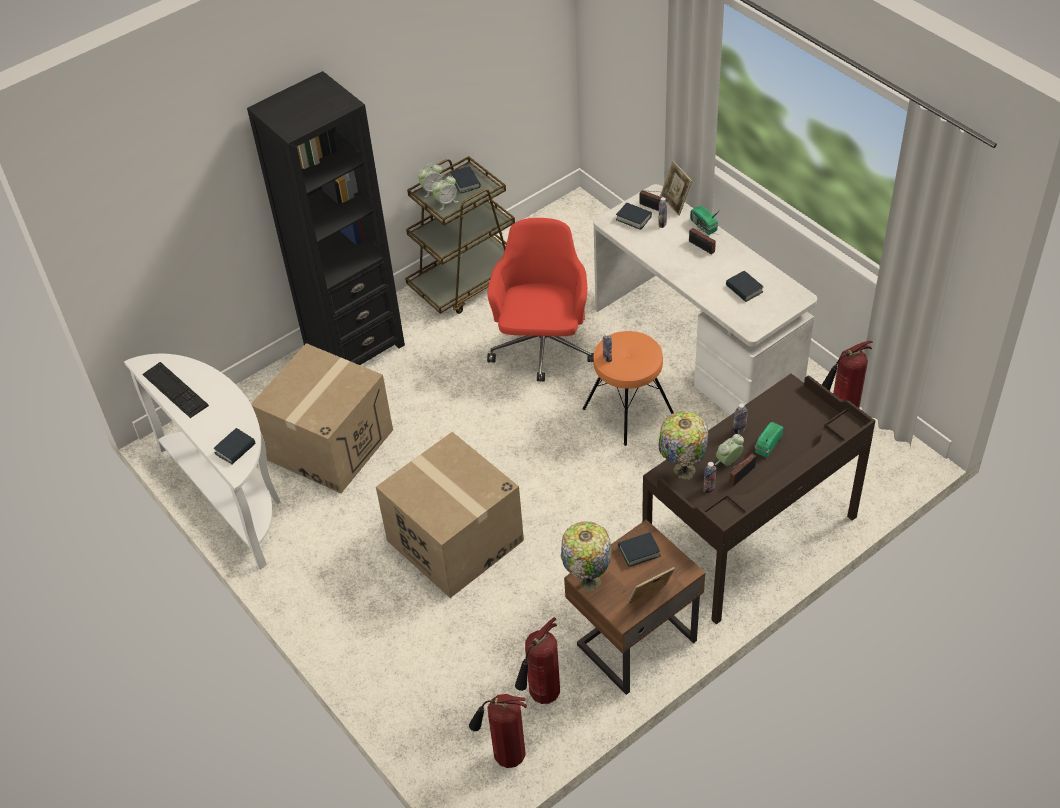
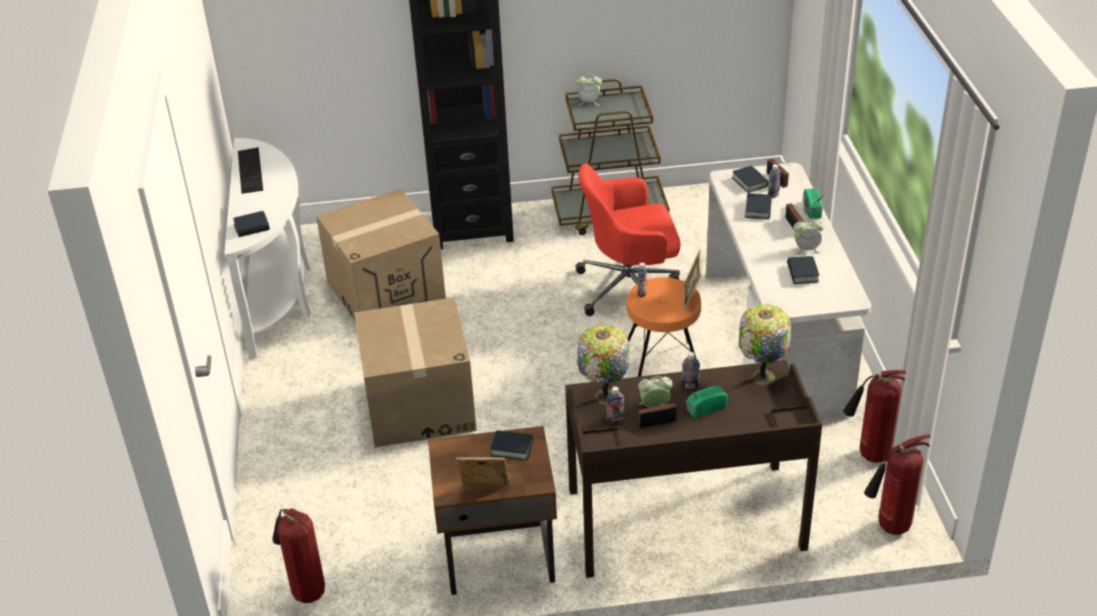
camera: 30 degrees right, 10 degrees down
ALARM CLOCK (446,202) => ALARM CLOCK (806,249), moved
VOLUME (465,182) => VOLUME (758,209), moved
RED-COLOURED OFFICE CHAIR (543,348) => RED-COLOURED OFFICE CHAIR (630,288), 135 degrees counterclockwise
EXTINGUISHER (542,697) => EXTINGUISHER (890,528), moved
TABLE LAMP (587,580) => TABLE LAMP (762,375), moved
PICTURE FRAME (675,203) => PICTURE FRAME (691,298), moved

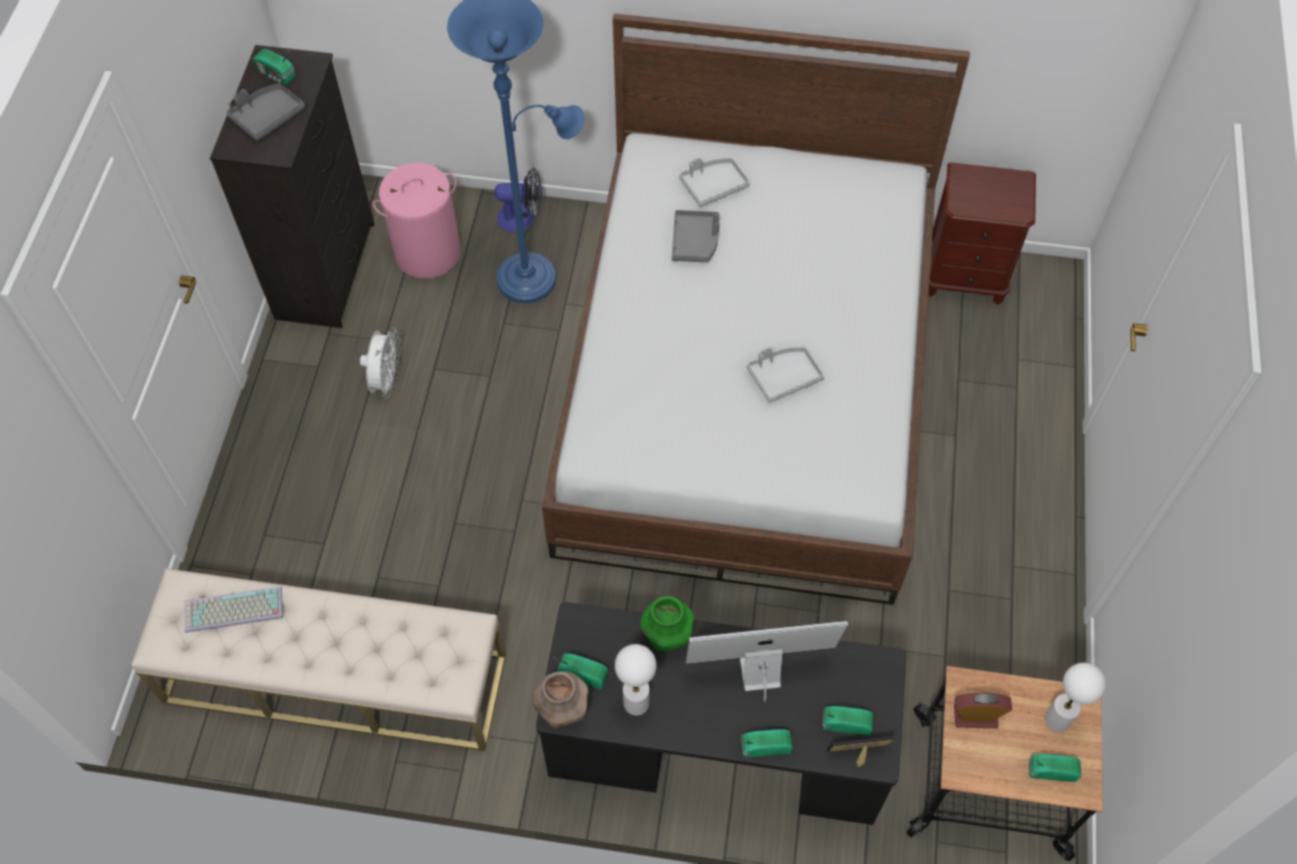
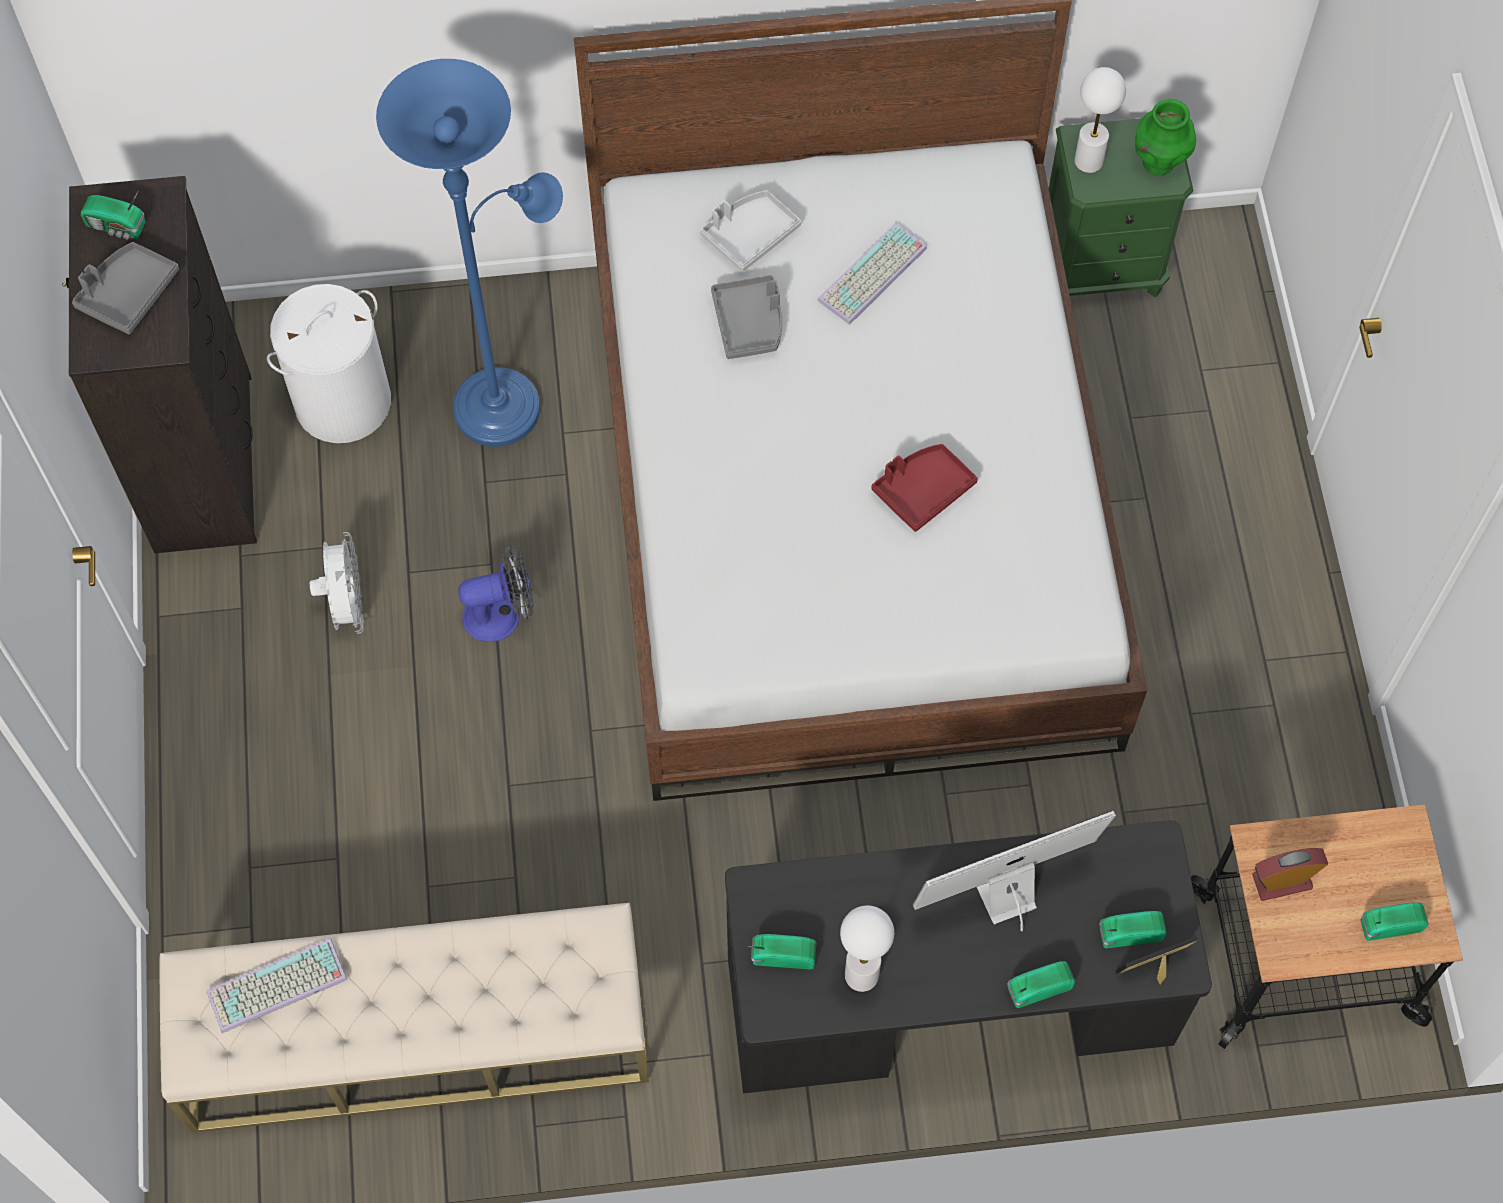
camera: 15 degrees left, 5 degrees up
PINKISH LAUNDRY BASKET (428,252) => WHITE-COLOURED LAUNDRY BASKET (343,401)
COOLING FAN (522,218) => COOLING FAN (502,614), moved
BROWN-COLOURED FLOWER VASE (563,712) => nothing
GREEN-COLOURED FLOWER VASE (667,639) => GREEN-COLOURED FLOWER VASE (1158,163), moved
GREYISH CARRYING TRAY (783,377) => RED-COLOURED CARRYING TRAY (922,490)
BROWN-COLOURED BEDSIDE TABLE (965,277) => GREEN-COLOURED BEDSIDE TABLE (1102,266)
WHITE-COLOURED TABLE LAMP (1057,719) => WHITE-COLOURED TABLE LAMP (1088,160), moved
nothing => PC KEYBOARD (873,276)

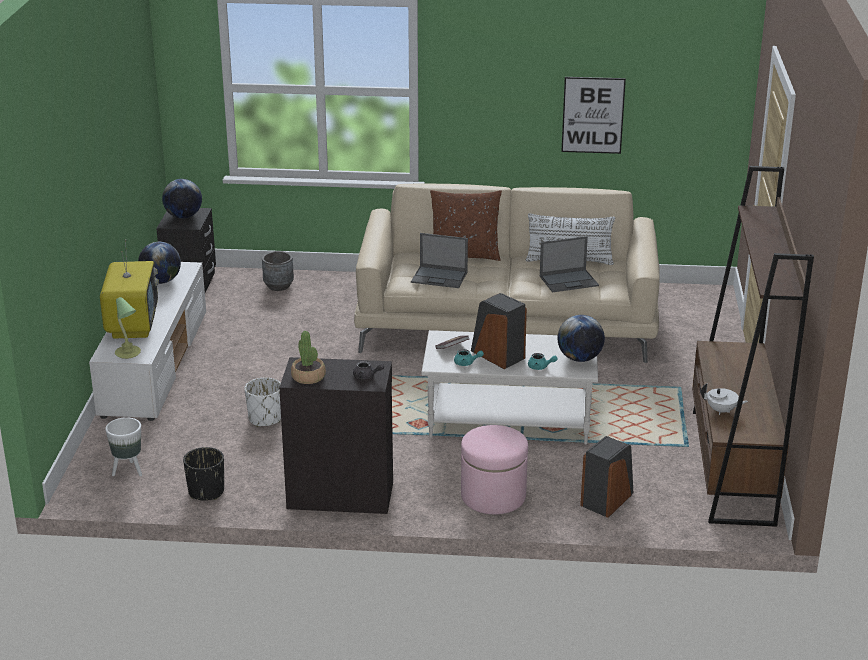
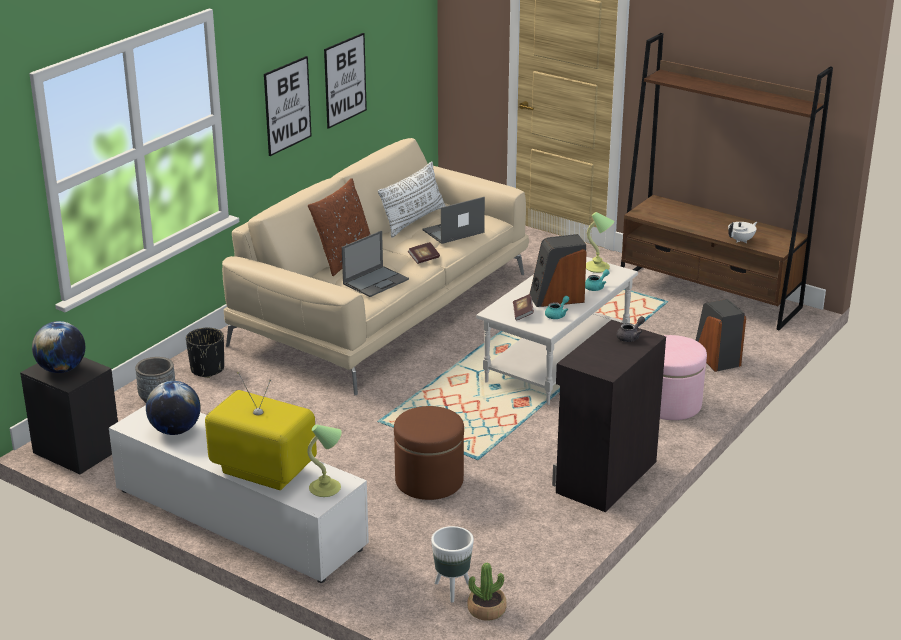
camera: 60 degrees left, 0 degrees up
BLACK PLANT POT (206,492) => BLACK PLANT POT (207,369), moved
WHITE-COLOURED PLANT POT (265,419) => BROWN-COLOURED OTTOMAN (429,481)
HOUSEPLANT (308,377) => HOUSEPLANT (486,610), moved
PORTABLE COMPUTER (569,281) => PORTABLE COMPUTER (452,231), 135 degrees counterclockwise
DESK GLOBE (579,358) => TABLE LAMP (598,268)
nothing => WALL ART (287,105)
nothing => VOLUME (424,259)

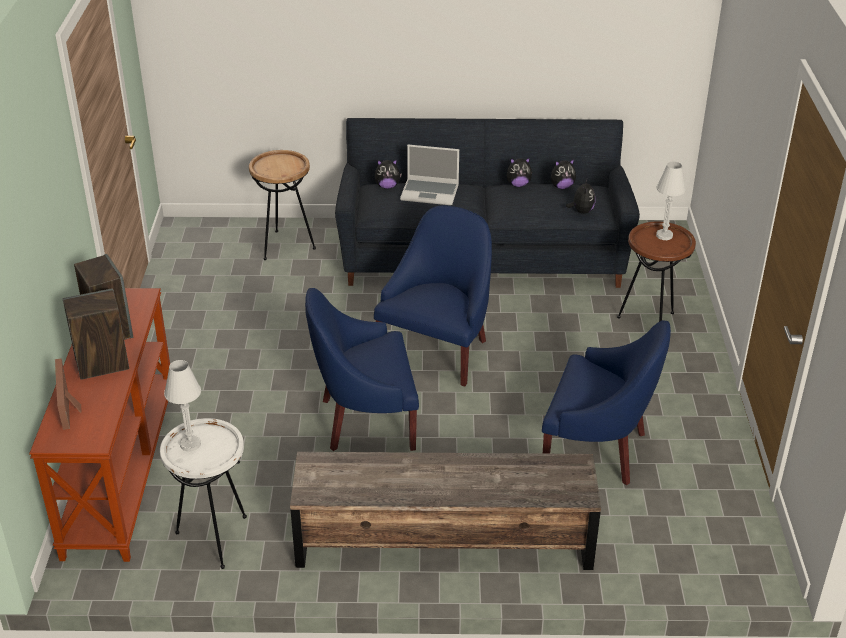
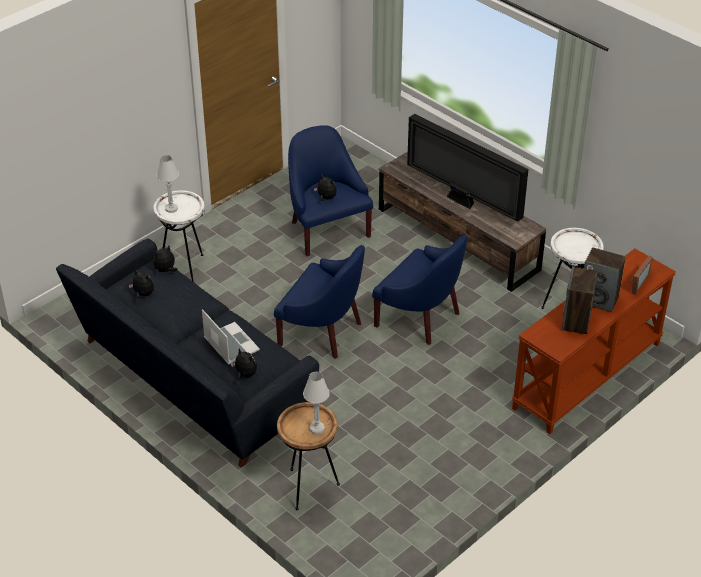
camera: 135 degrees left, 5 degrees up
WHITE-COLOURED TABLE LAMP (190,444) => WHITE-COLOURED TABLE LAMP (317,428), moved
BLUE ARMCHAIR (438,350) => BLUE ARMCHAIR (323,332), 135 degrees counterclockwise
CUDDLY TOY (518,185) => CUDDLY TOY (326,198), moved
BROWN-COLOURED SIDE TABLE (650,325) => WHITE-COLOURED SIDE TABLE (185,268)
nothing => TV SET (462,202)

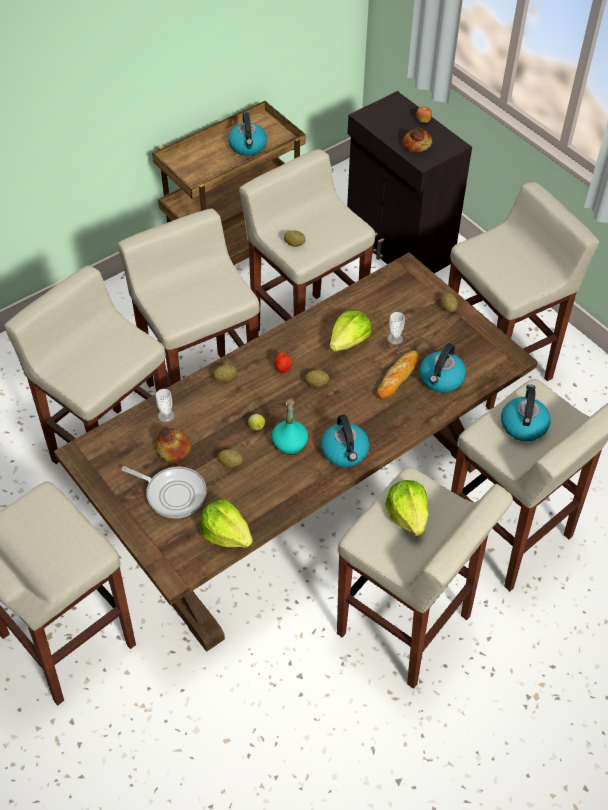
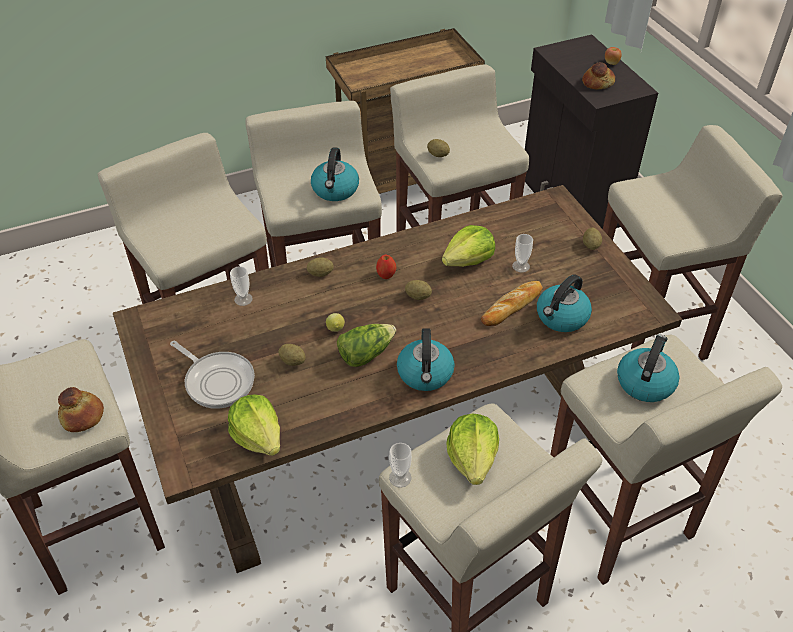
camera: 15 degrees right, 5 degrees down
BAKERY BREAD (173,449) => BAKERY BREAD (82,416), moved
WATER KETTLE (248,146) => WATER KETTLE (335,190), moved
BLUE-GREEN BEVERAGE BOTTLE (289,444) => HEAD OF LETTUCE (365,353)
nothing => CUP (400,478)

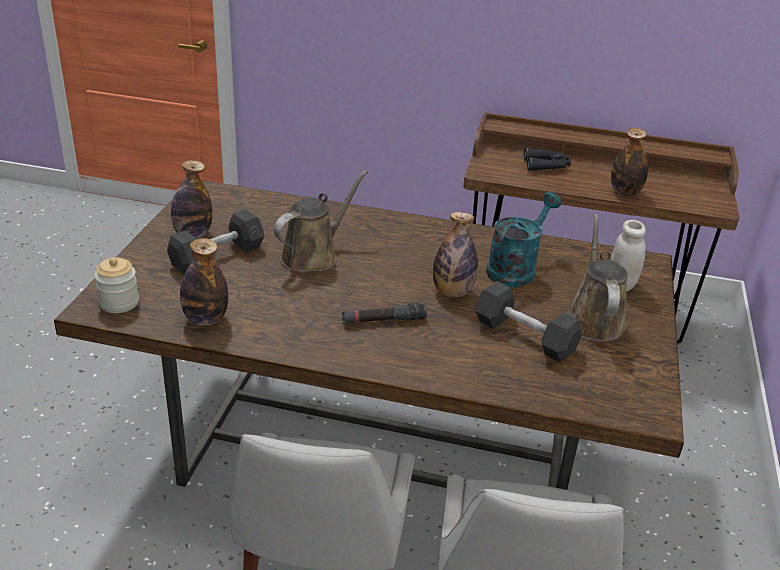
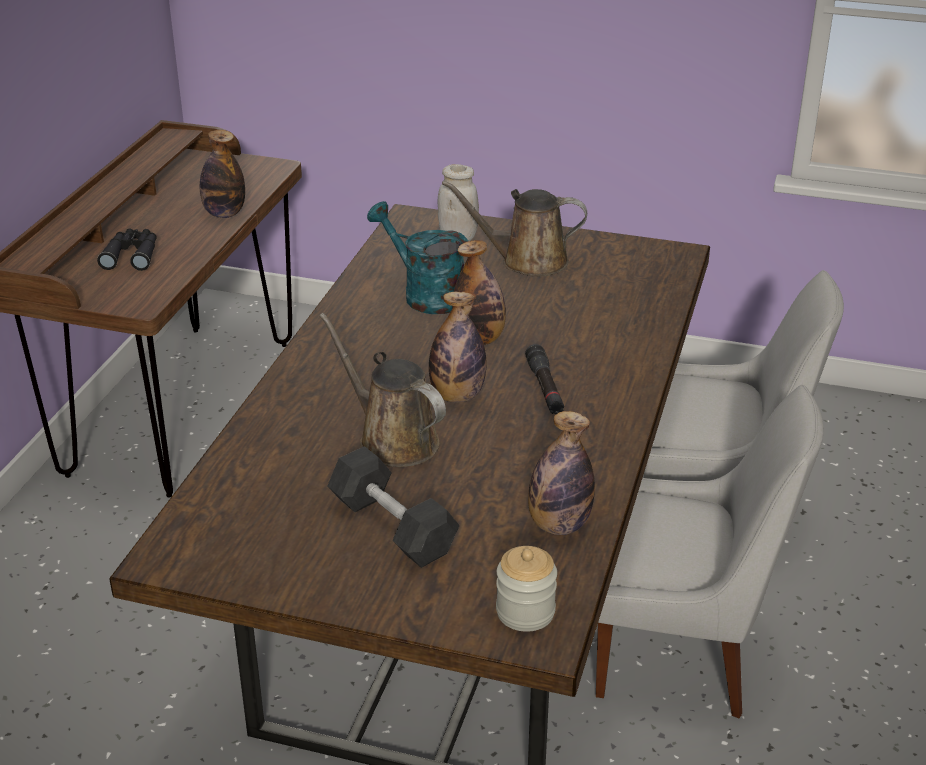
camera: 85 degrees left, 0 degrees up
BEVERAGE BOTTLE (192,235) => BEVERAGE BOTTLE (457,396), moved
GREYISH DUMBBELL (524,336) => nothing

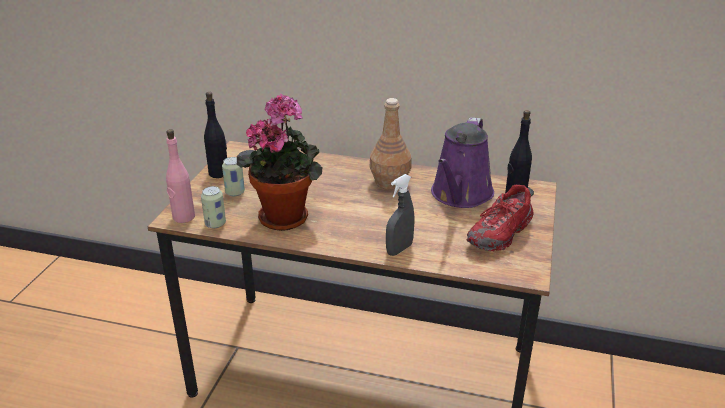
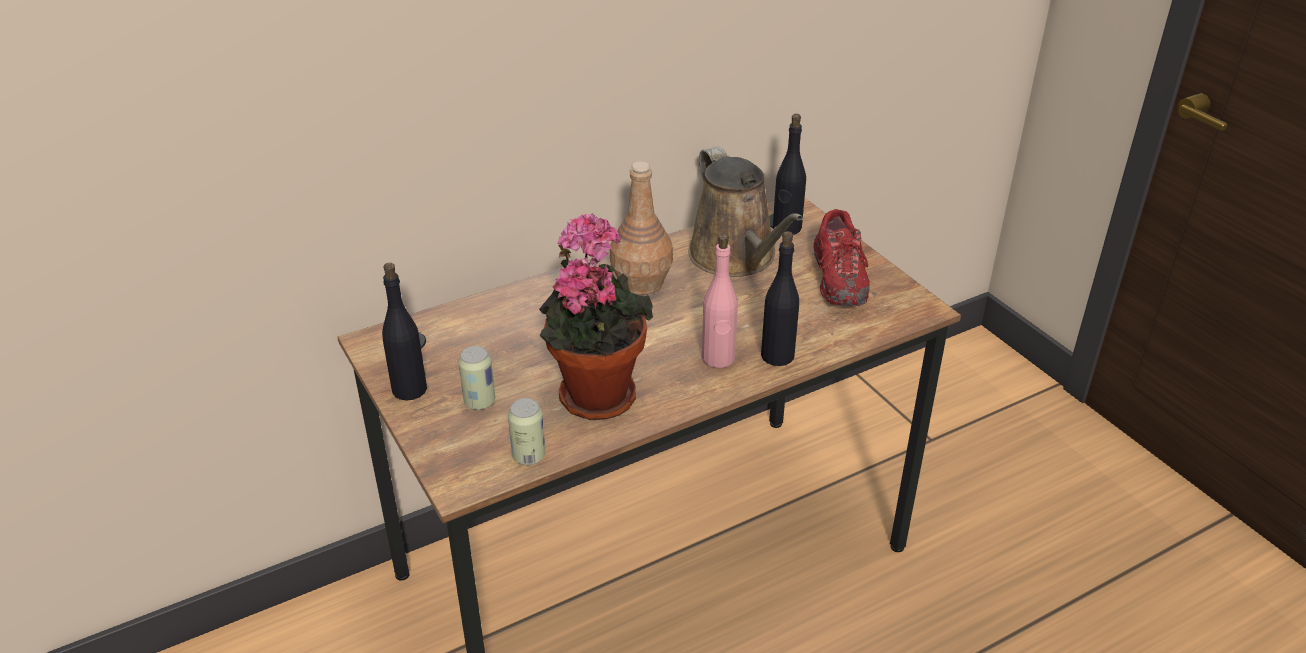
camera: 45 degrees left, 5 degrees up
PINKISH BEVERAGE BOTTLE (183,217) => PINKISH BEVERAGE BOTTLE (718,358), moved
GREYISH SPRAY BOTTLE (399,249) => BLACK BEVERAGE BOTTLE (777,355)
PURPLISH SPRINKLING CAN (460,195) => BROWN-COLOURED SPRINKLING CAN (736,257)

